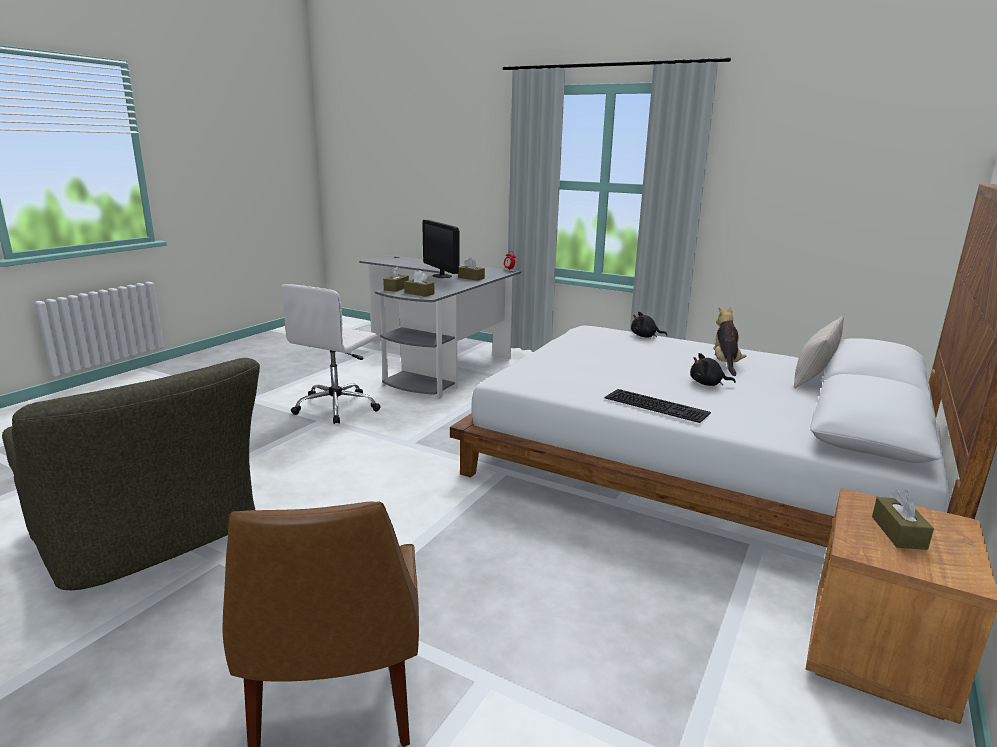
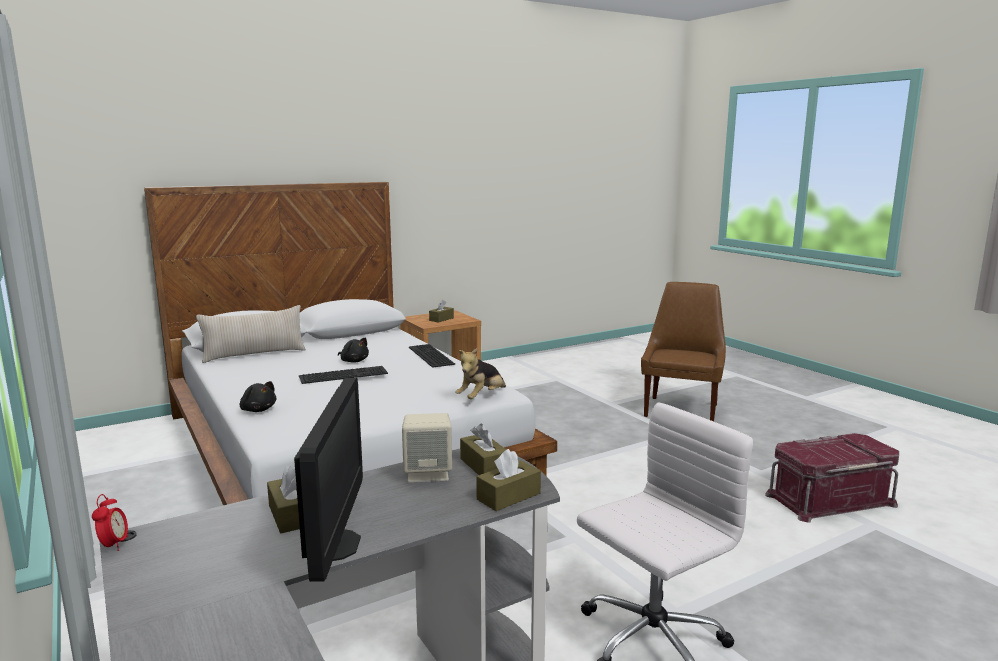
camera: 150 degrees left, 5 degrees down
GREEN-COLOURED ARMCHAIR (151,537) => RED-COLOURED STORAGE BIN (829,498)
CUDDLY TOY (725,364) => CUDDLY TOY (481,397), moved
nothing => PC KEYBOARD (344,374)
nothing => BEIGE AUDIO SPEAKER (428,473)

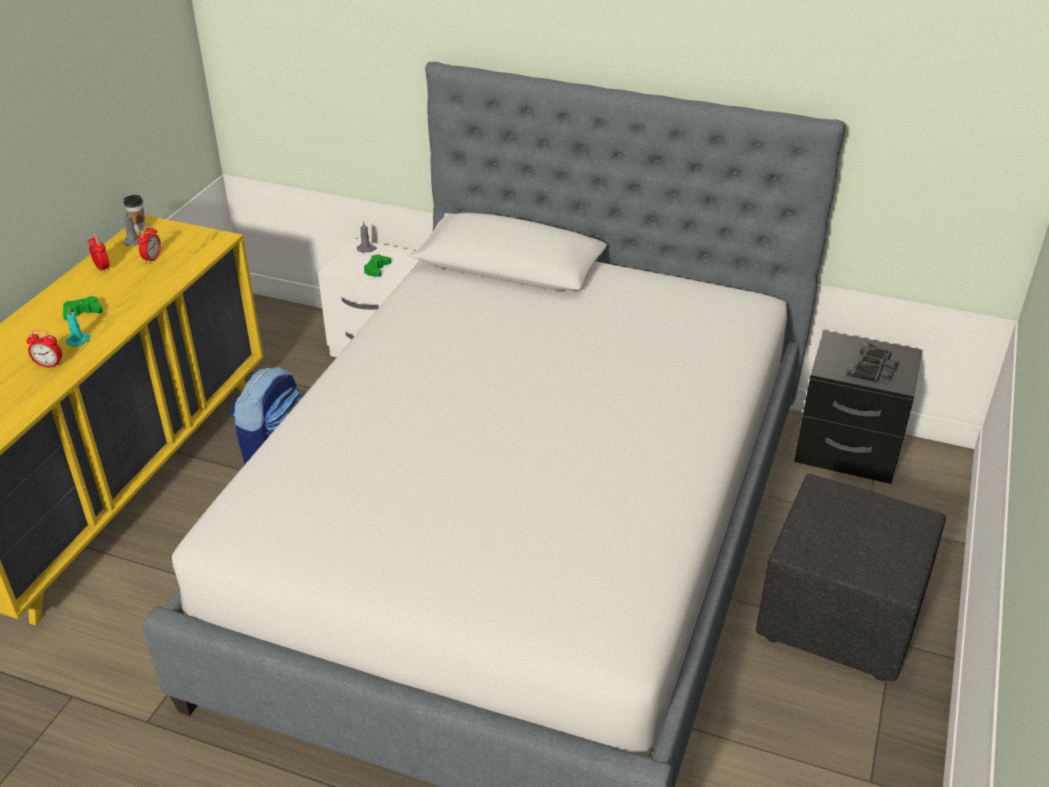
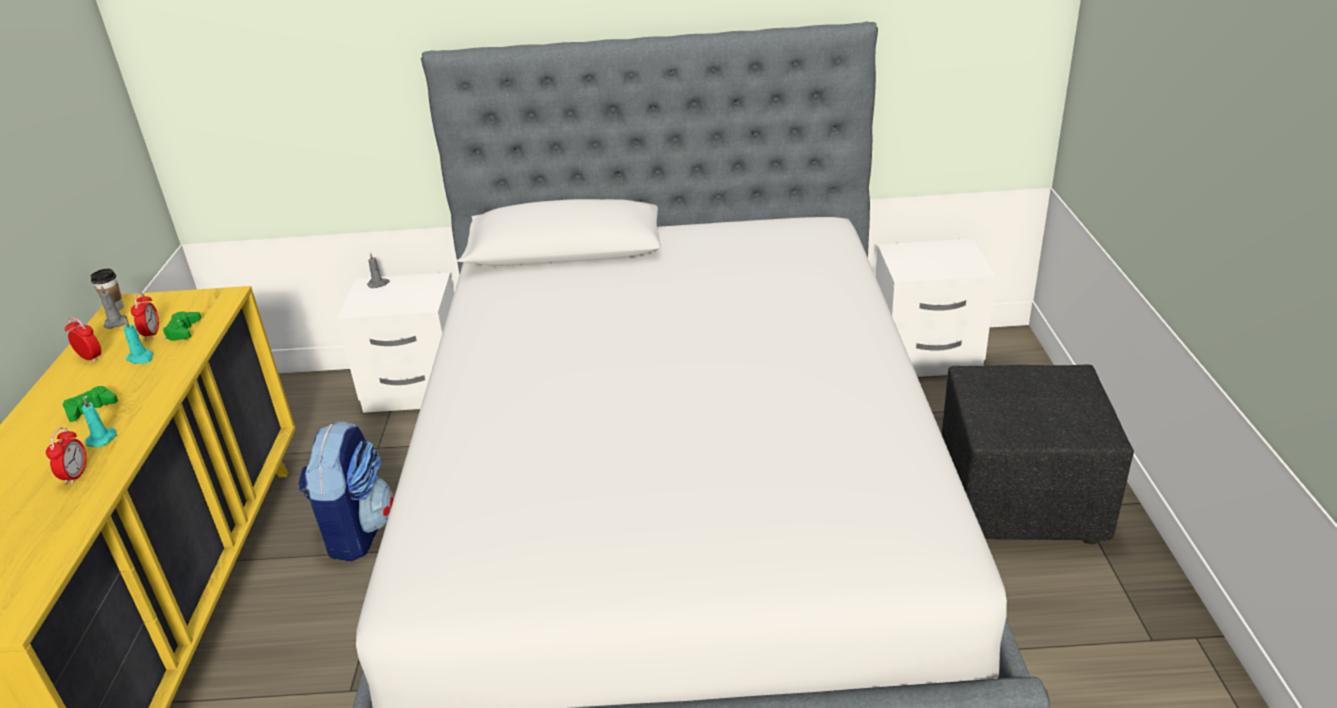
camera: 20 degrees left, 5 degrees down
ALARM CLOCK (49,365) => ALARM CLOCK (76,475), 75 degrees counterclockwise
GREEN-COLOURED GAME CONTROLLER (377,269) => GREEN-COLOURED GAME CONTROLLER (183,331), moved
BLACK BEDSIDE TABLE (846,452) => WHITE-COLOURED BEDSIDE TABLE (926,357)
BLACK FIELD GLASSES (873,369) => nothing
nothing => BLUE-GREEN WAX CANDLE (141,358)

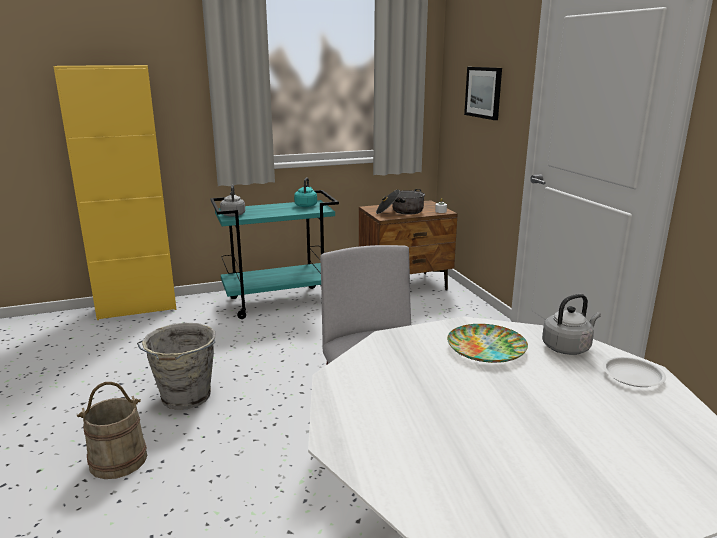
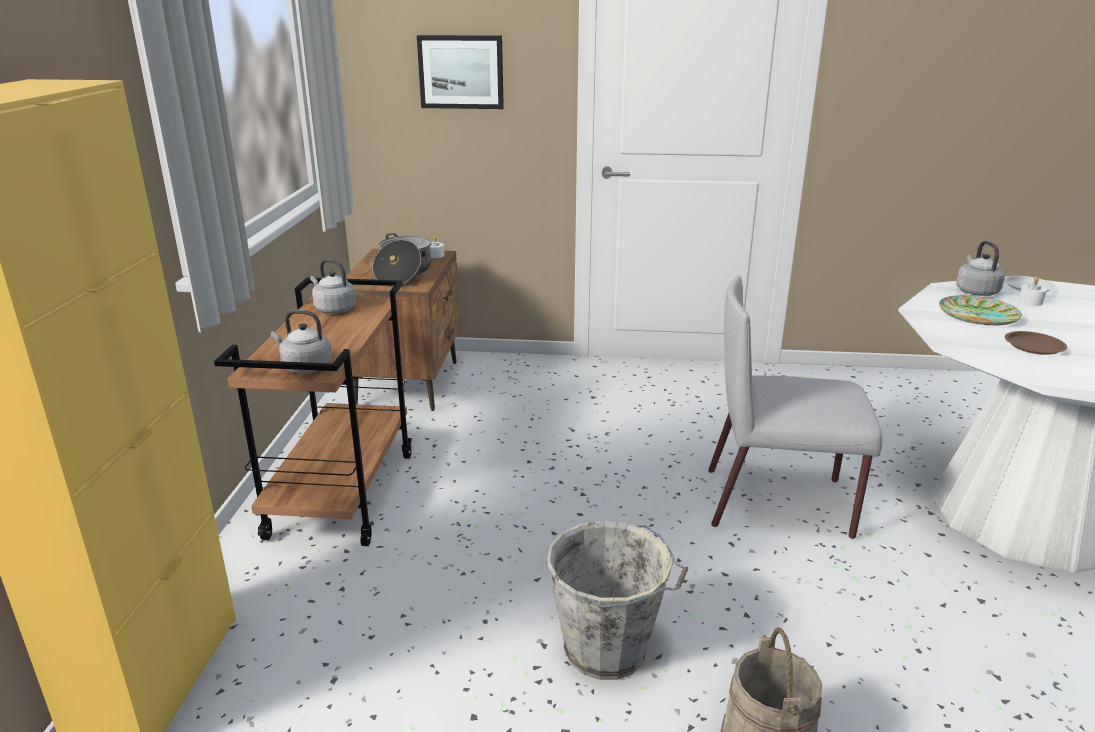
camera: 65 degrees left, 5 degrees up
BLUE-GREEN TROLLEY (280,302) => BROWN-COLOURED TROLLEY (342,493)
BLUE-GREEN WATER KETTLE (306,205) => GREYISH WATER KETTLE (333,309)
nothing => BROWN-COLOURED DINNER PLATE (1034,347)
nothing => WHITE-COLOURED WAX CANDLE (1030,302)

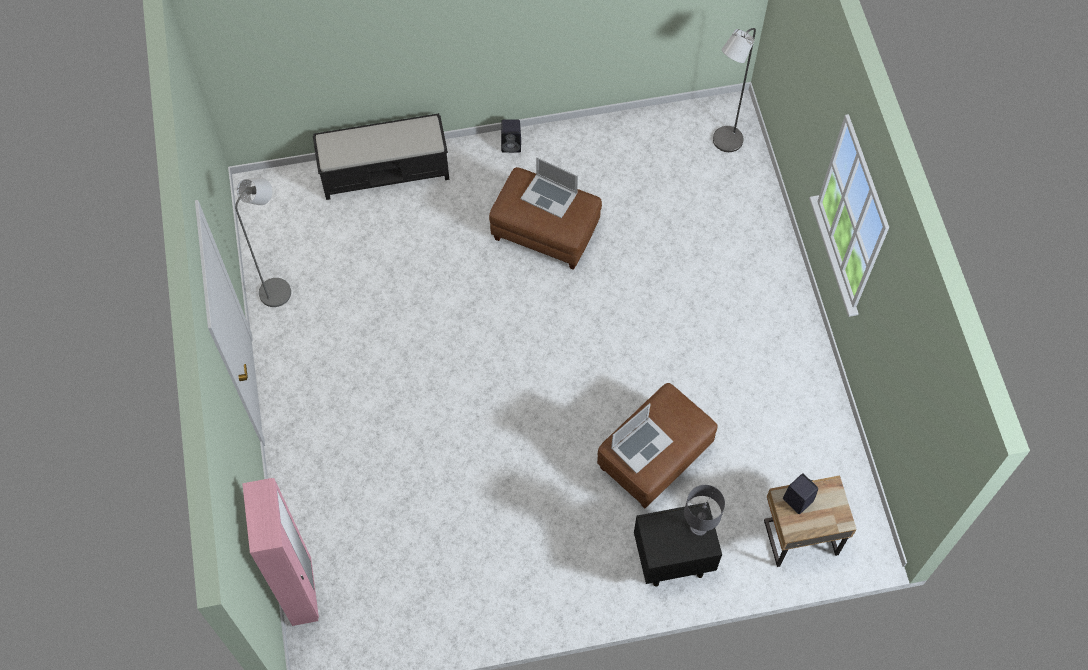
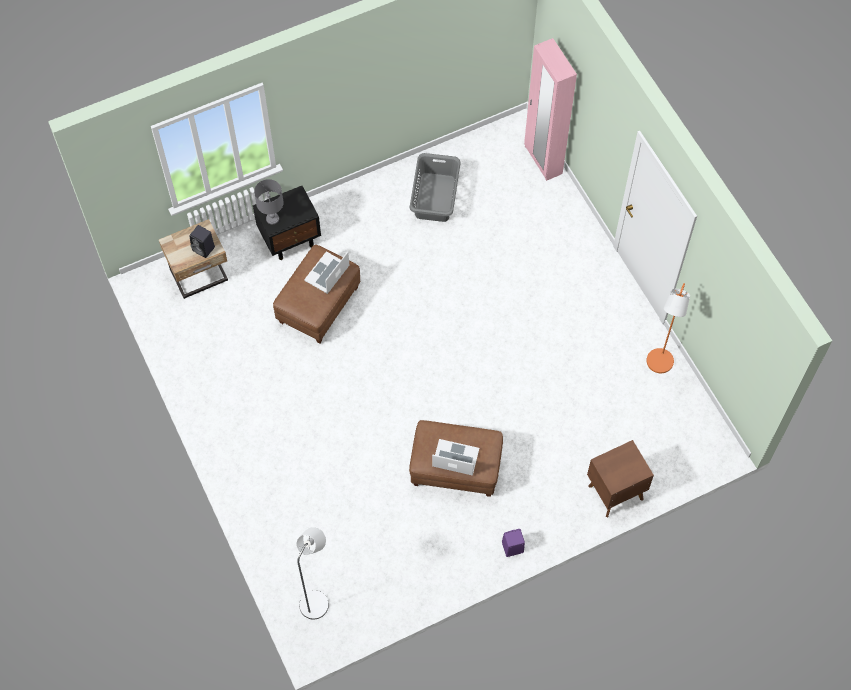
camera: 165 degrees right, 0 degrees up
GREYISH FLOOR LAMP (279,288) => ORANGE FLOOR LAMP (658,366)
BLACK LONG SEAT (386,172) => BROWN-COLOURED BEDSIDE TABLE (614,492)
BLACK AUDIO SPEAKER (512,145) => PURPLISH AUDIO SPEAKER (512,548)
nothing => GREYISH LAUNDRY BASKET (435,197)

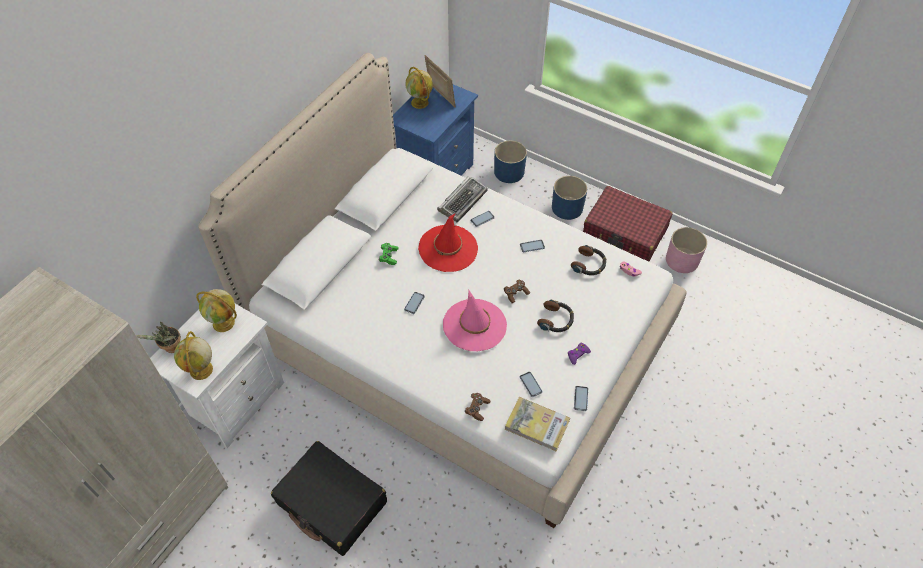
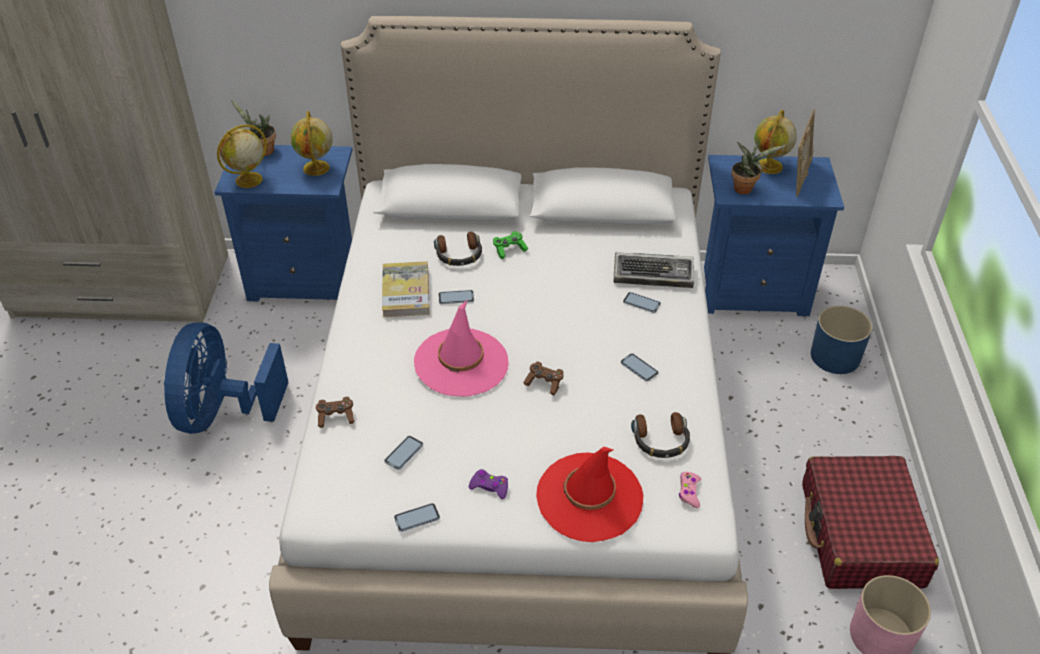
camera: 60 degrees right, 10 degrees down
WHITE-COLOURED BEDSIDE TABLE (235,400) => BLUE BEDSIDE TABLE (307,279)
BLACK SUITCASE (332,503) => BLUE COOLING FAN (223,412)
RED-COLOURED CLOTHING HAT (448,248) => RED-COLOURED CLOTHING HAT (589,497), moved
VOLUME (537,425) => VOLUME (406,292), moved
HEADSET (556,320) => HEADSET (459,255), moved
BLUE PLANT POT (567,208) => nothing
nothing => HOUSEPLANT (745,188)

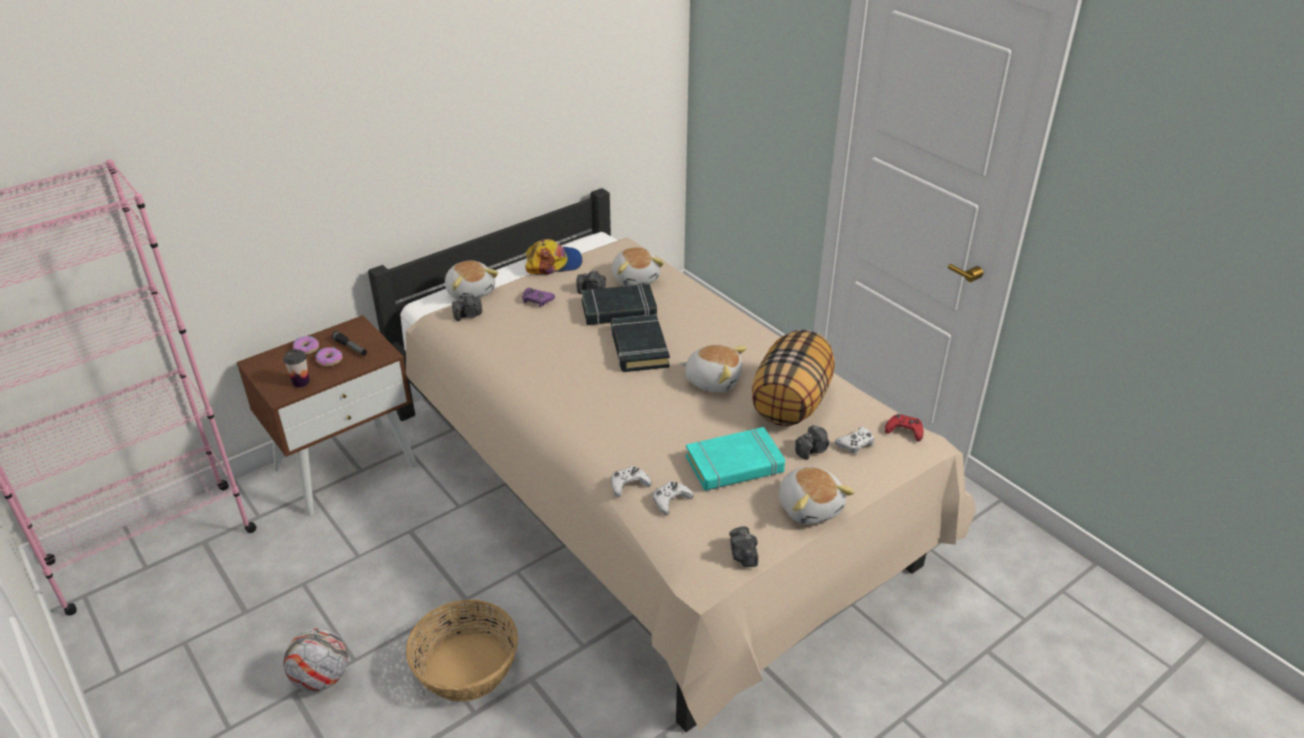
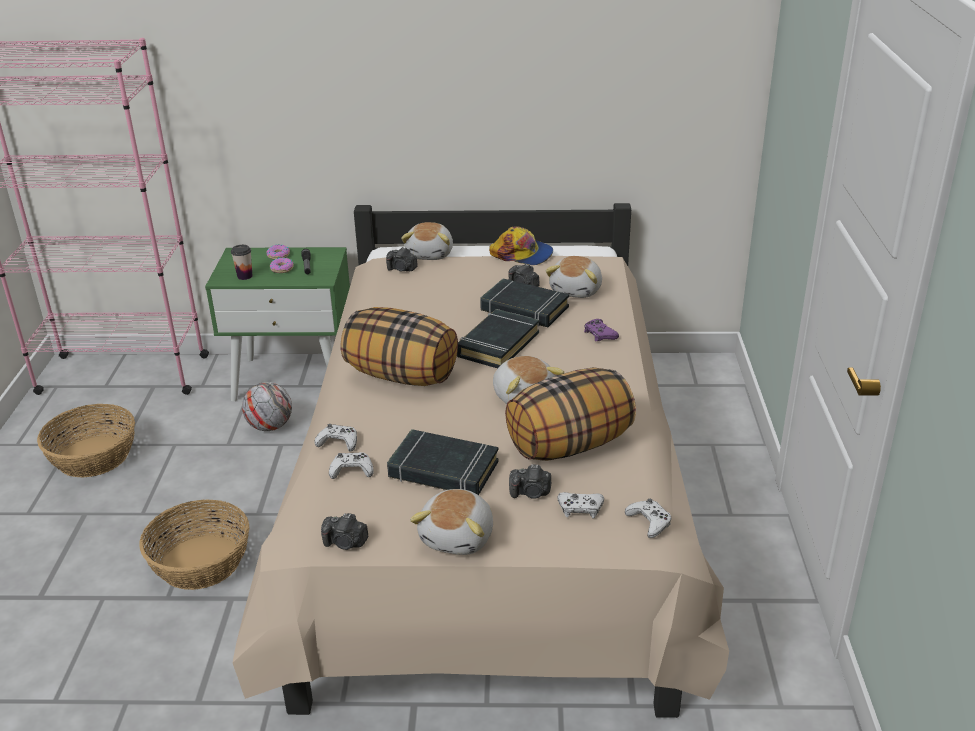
camera: 40 degrees right, 5 degrees down
BROWN-COLOURED BEDSIDE TABLE (346,466) => GREEN-COLOURED BEDSIDE TABLE (294,378)
FOOTBALL (321,678) => FOOTBALL (270,426), moved
PURPLISH GAME CONTROLLER (537,300) => PURPLISH GAME CONTROLLER (599,334), moved
BLUE-GREEN VOLUME (735,465) => BLACK VOLUME (443,470)
STILL CAMERA (743,555) => STILL CAMERA (345,543), 105 degrees counterclockwise
RED-COLOURED GAME CONTROLLER (904,431) => WHITE-COLOURED GAME CONTROLLER (649,522)
nothing => STORAGE BASKET (93,456)
nothing => PILLOW (402,376)

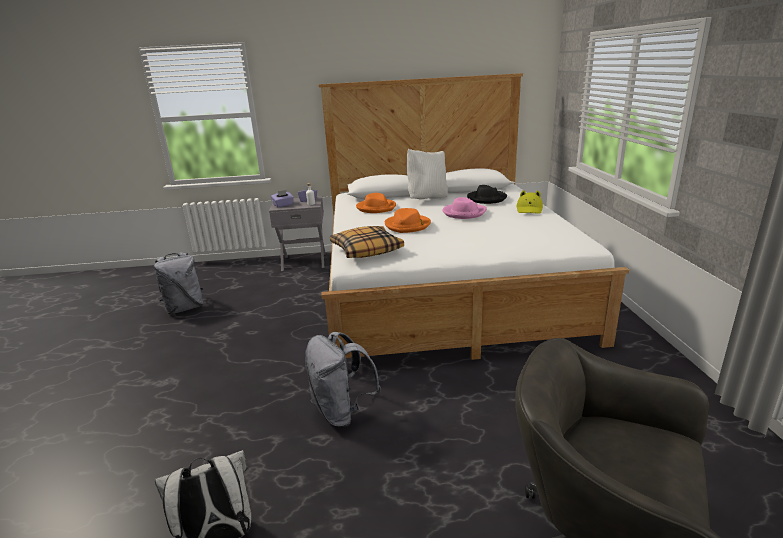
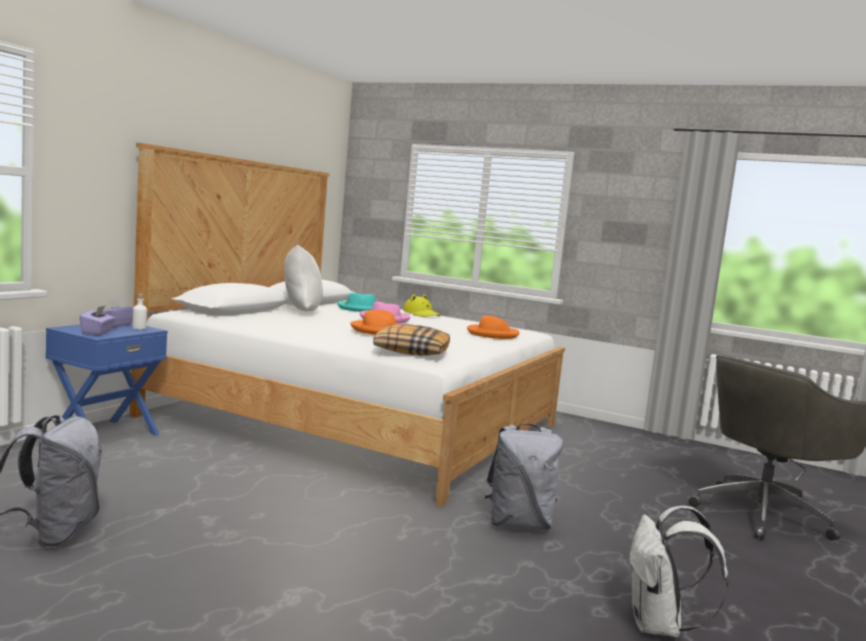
camera: 60 degrees left, 15 degrees down
GREYISH BEDSIDE TABLE (304,261) => BLUE BEDSIDE TABLE (104,435)
ORANGE CLOTHING HAT (376,208) => ORANGE CLOTHING HAT (492,334), moved
BLACK CLOTHING HAT (486,198) => BLUE-GREEN CLOTHING HAT (360,308)

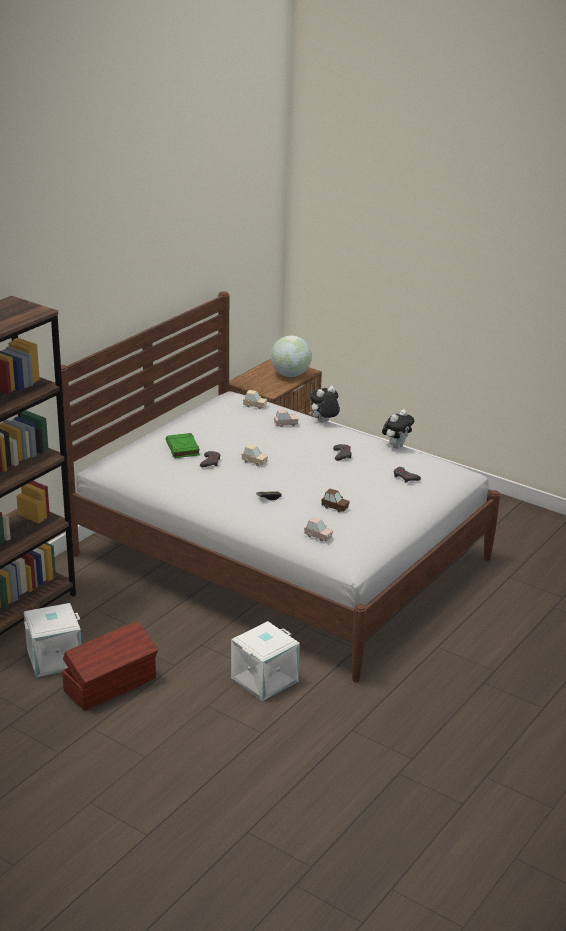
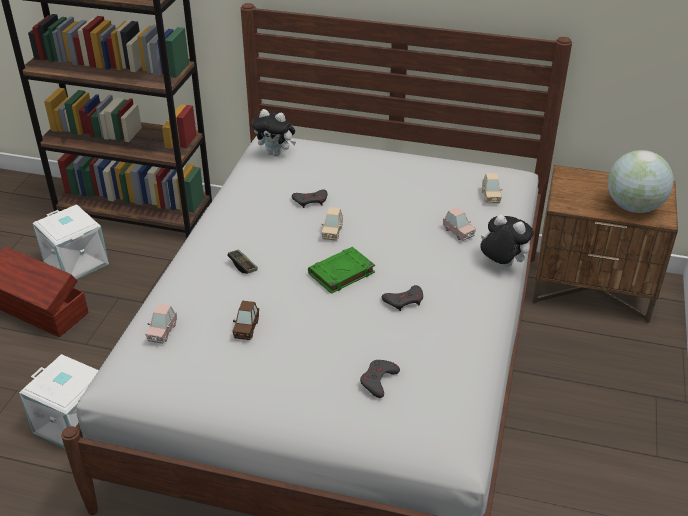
camera: 70 degrees right, 10 degrees up
GREEN-COLOURED VOLUME (183,448) => GREEN-COLOURED VOLUME (341,273), moved
CUDDLY TOY (396,446) => CUDDLY TOY (276,153), moved

